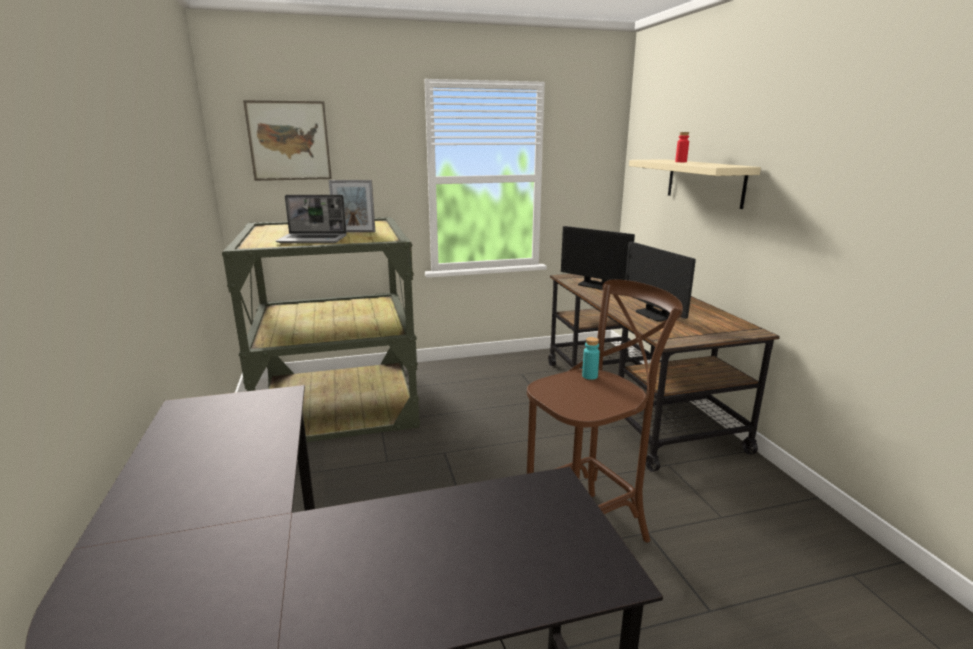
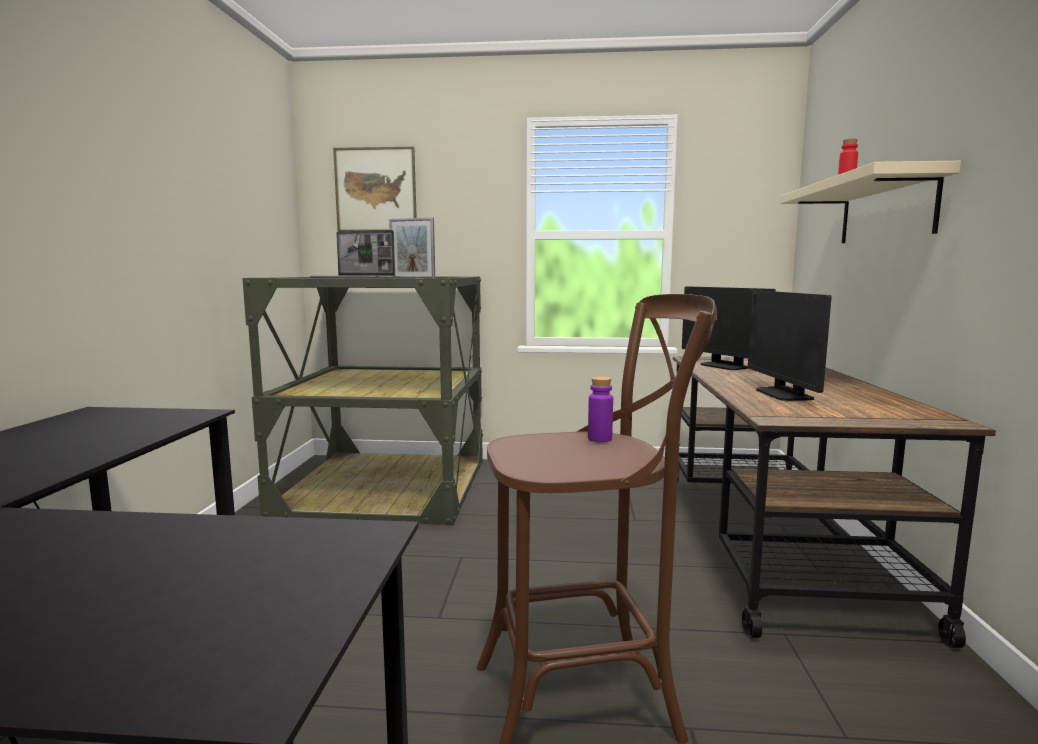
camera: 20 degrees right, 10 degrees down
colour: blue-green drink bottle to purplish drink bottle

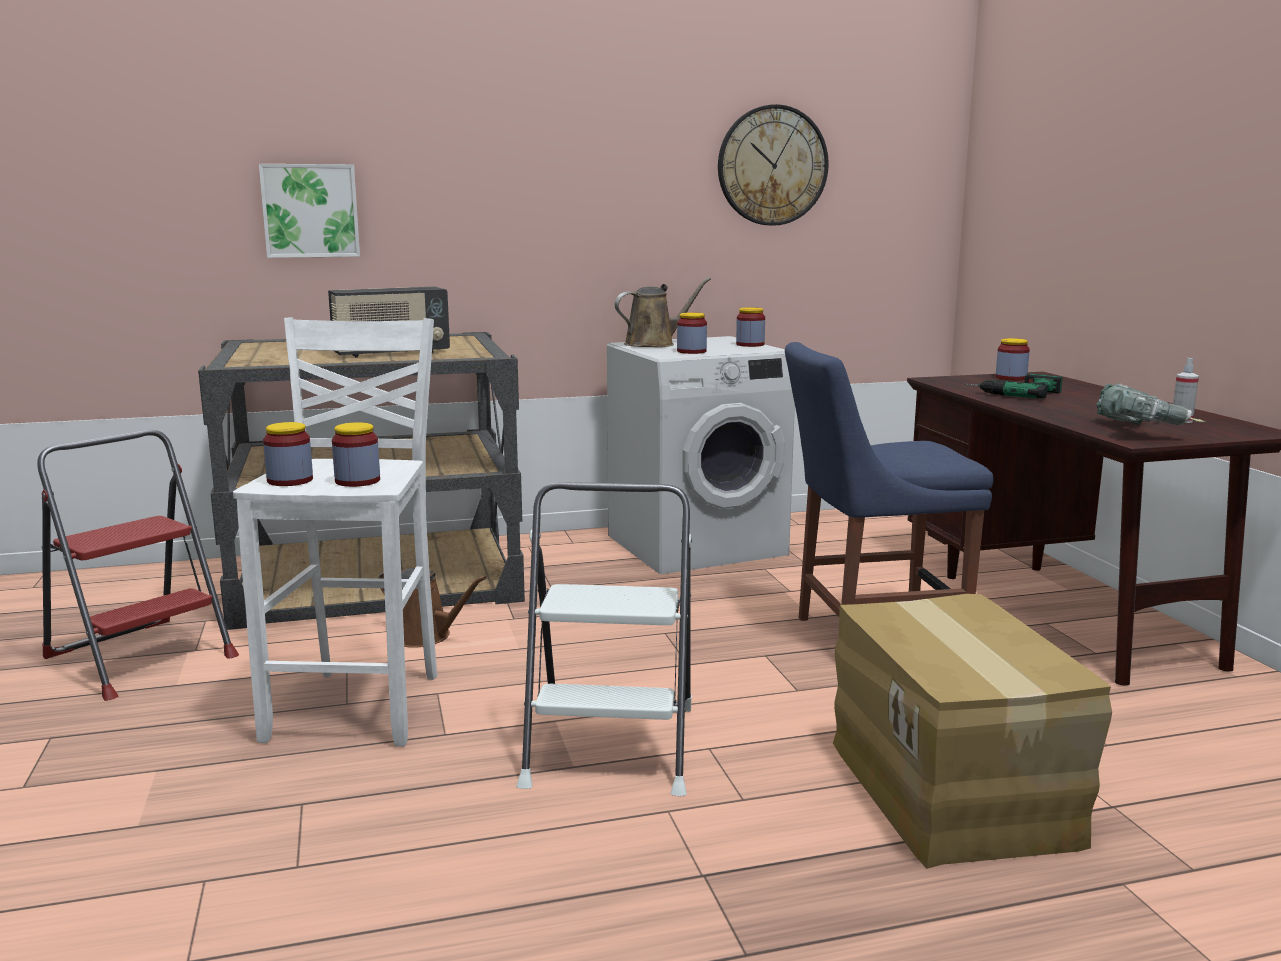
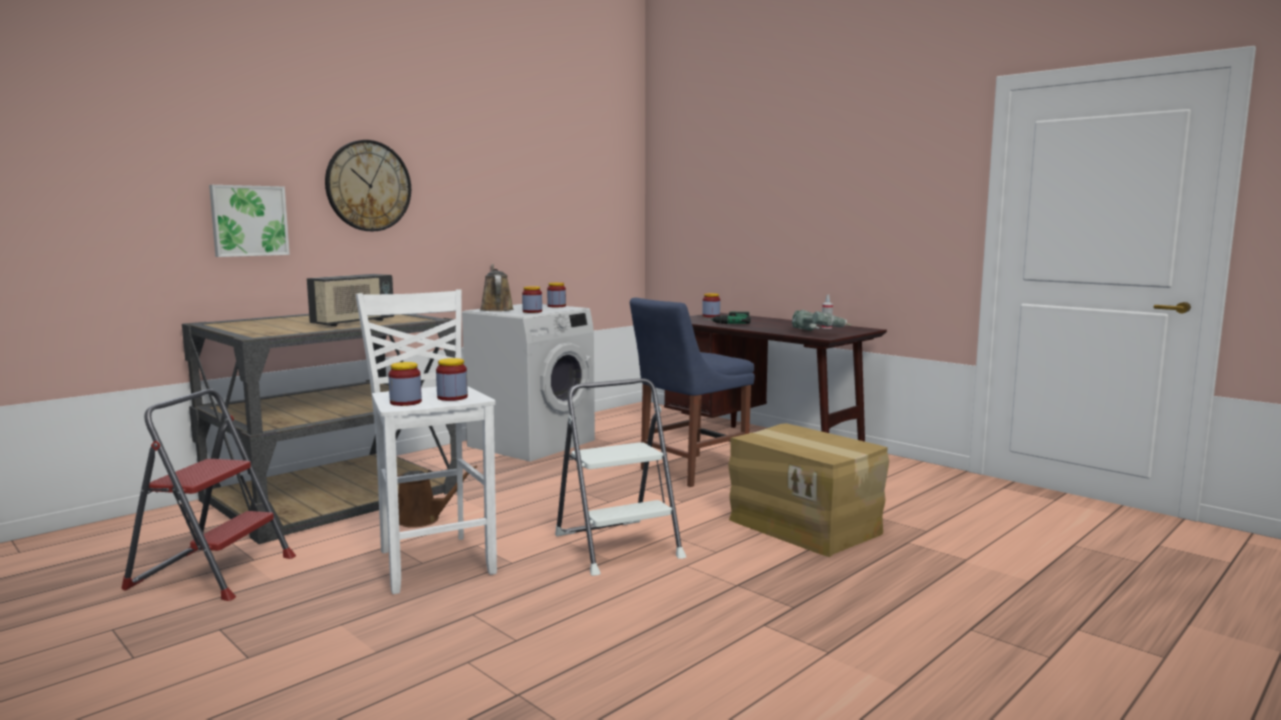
camera: 30 degrees left, 5 degrees down
relocated: hanging clock
spun: brownish watering can (no. 2 from left) 45 degrees counterclockwise

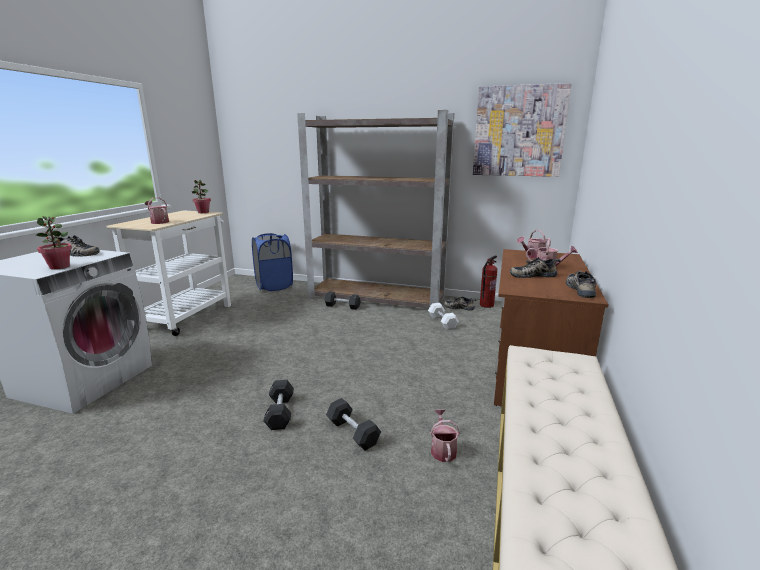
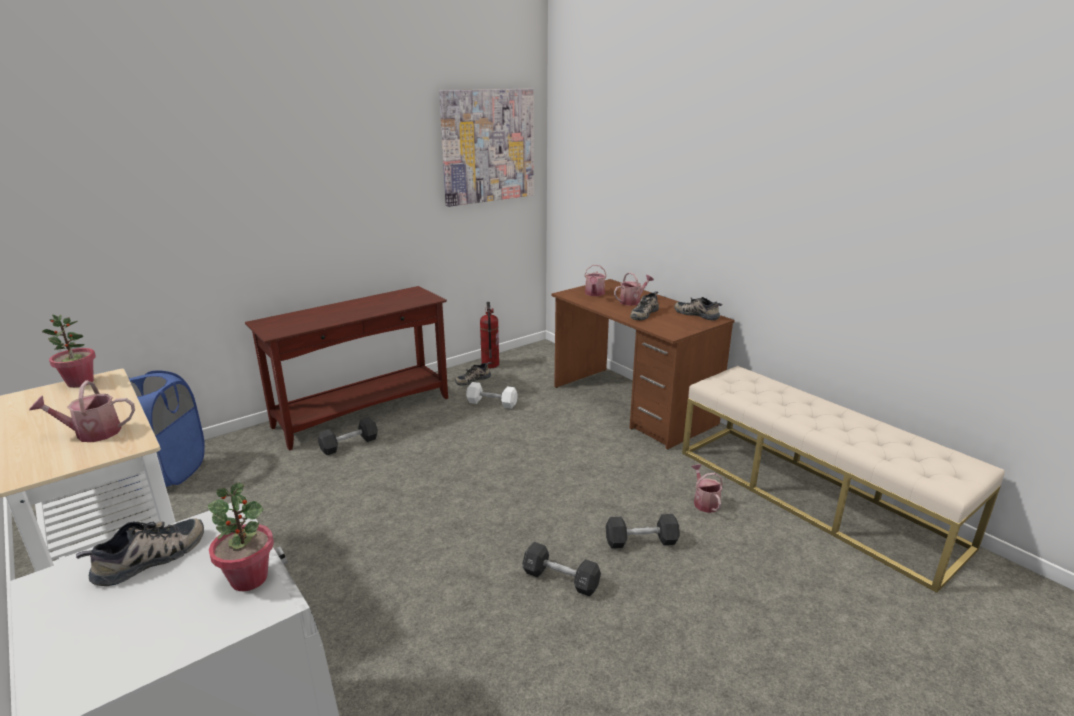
camera: 55 degrees left, 5 degrees up
exchanged: brownish bookshelf to brownish narrow table
spun: watering can (no. 2 from left in the first image) 45 degrees clockwise

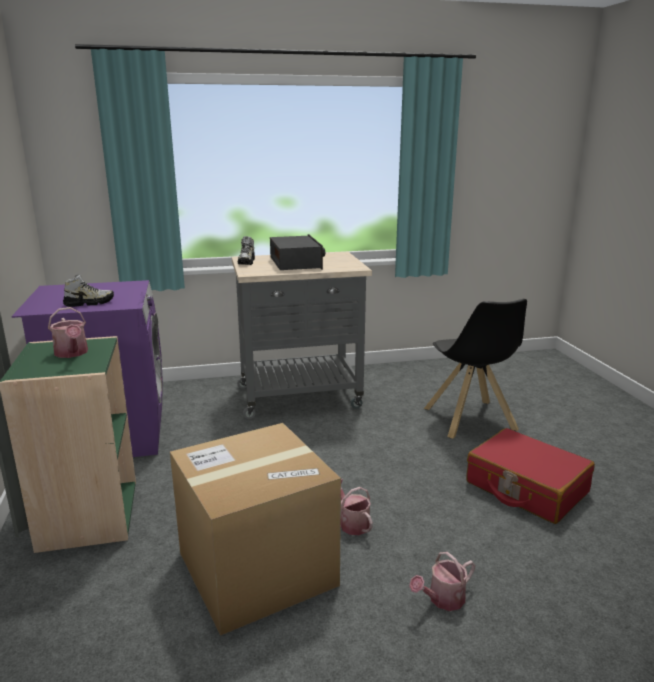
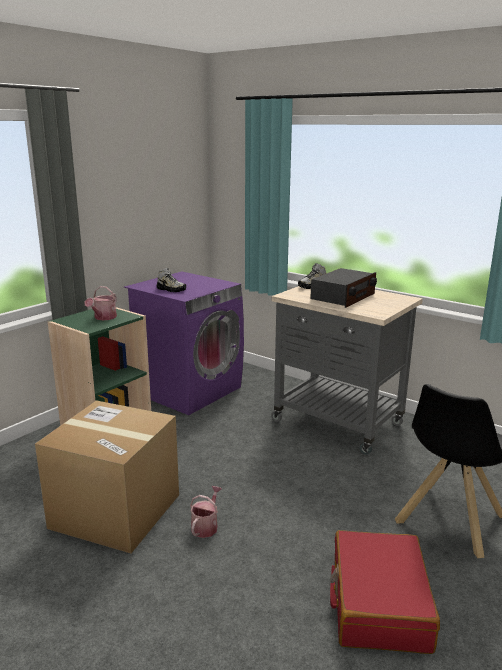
camera: 50 degrees right, 0 degrees up
missing: watering can (no. 3 from left)

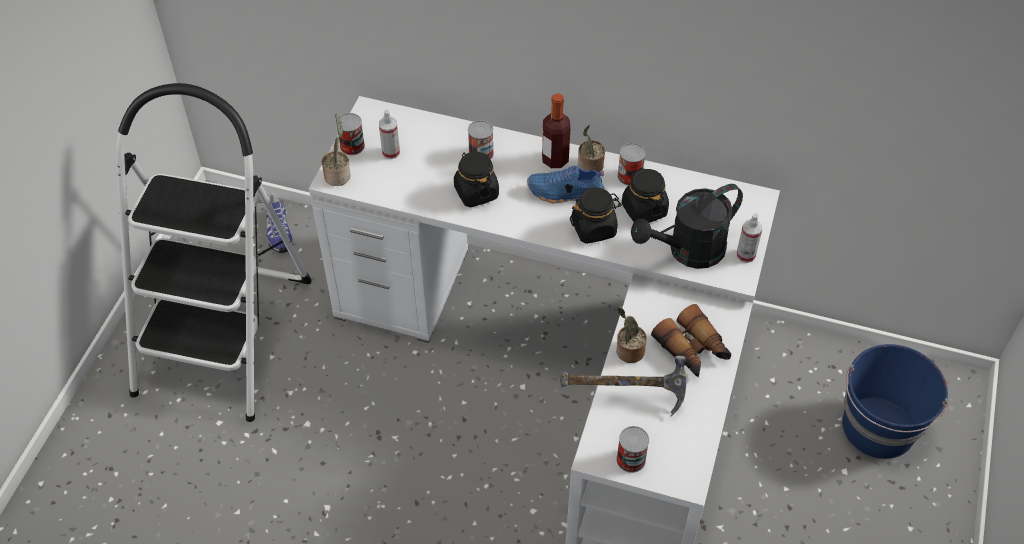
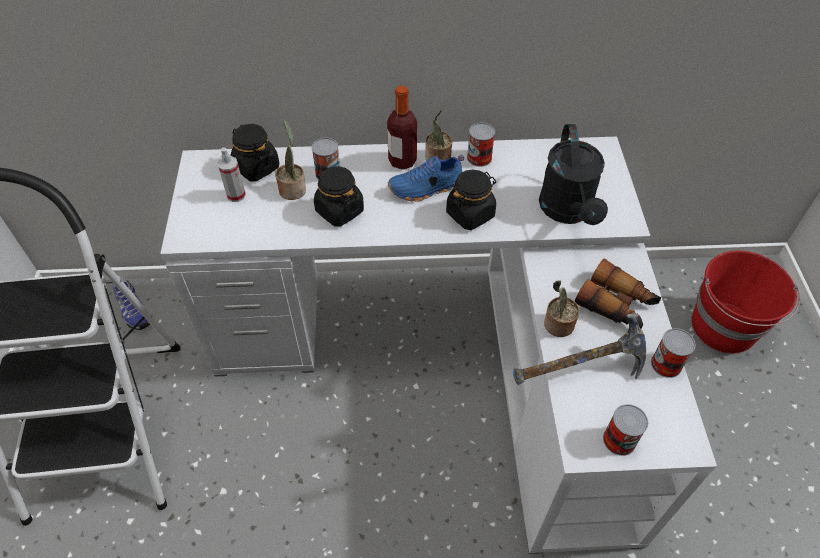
camera: 20 degrees left, 0 degrees up
missing: hand sprayer (no. 2 from left)
relocated: plant in a pot (no. 1 from left); sealed can (no. 1 from left in the first image) to sealed can (no. 4 from left); blackish storage jar (no. 3 from left in the first image) to blackish storage jar (no. 1 from left)
colour: blue-coloured bucket to reddish bucket
spun: blackish watering can 45 degrees counterclockwise

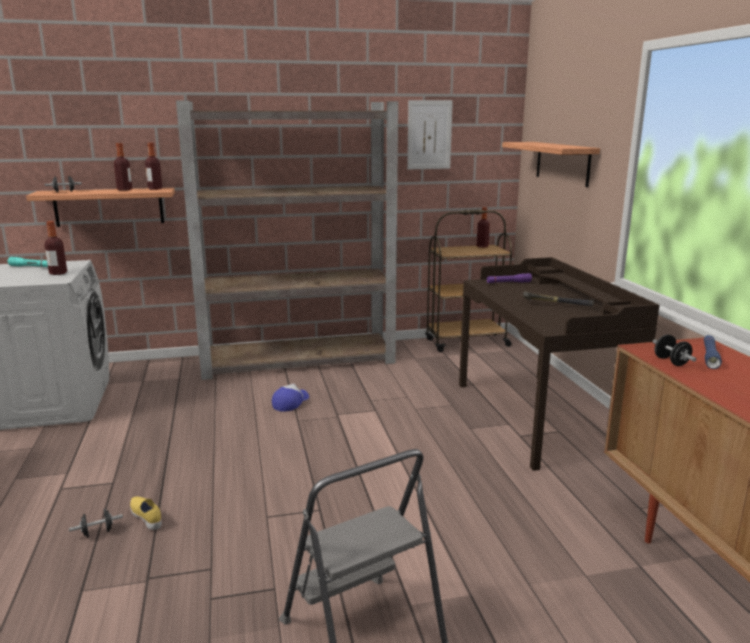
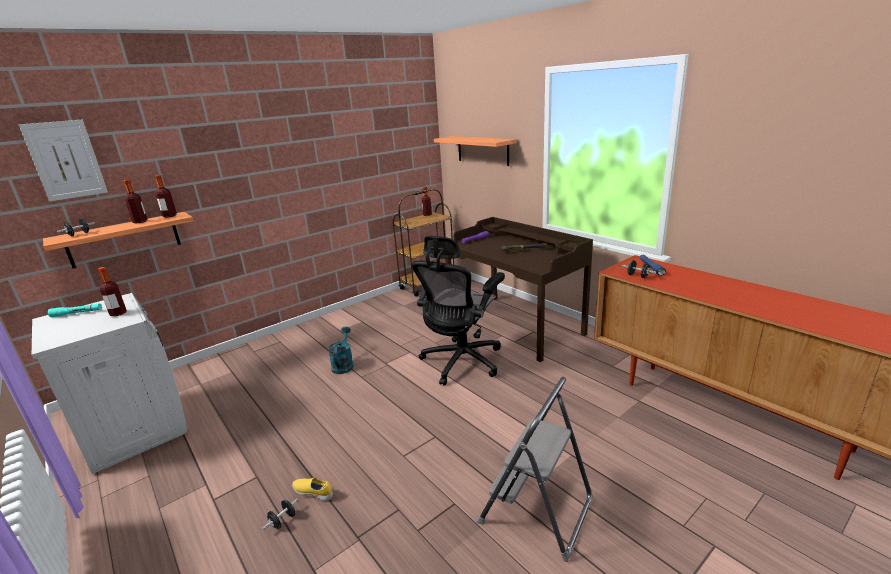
camera: 25 degrees left, 5 degrees up
missing: brownish bookshelf
appeared: office chair
relocated: picture
exchanged: baseball cap to blue-green watering can

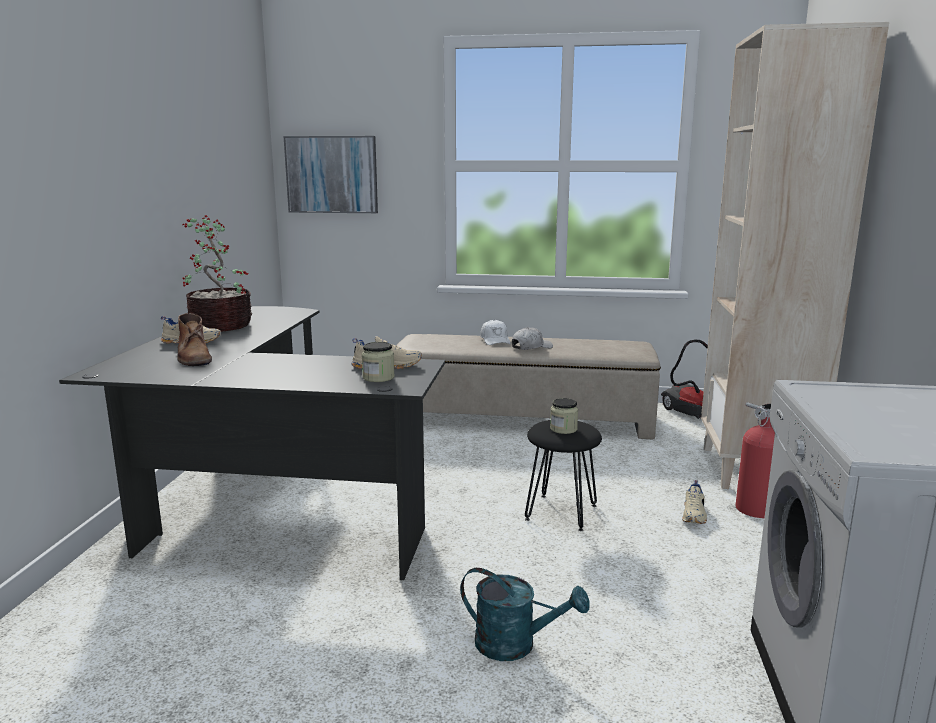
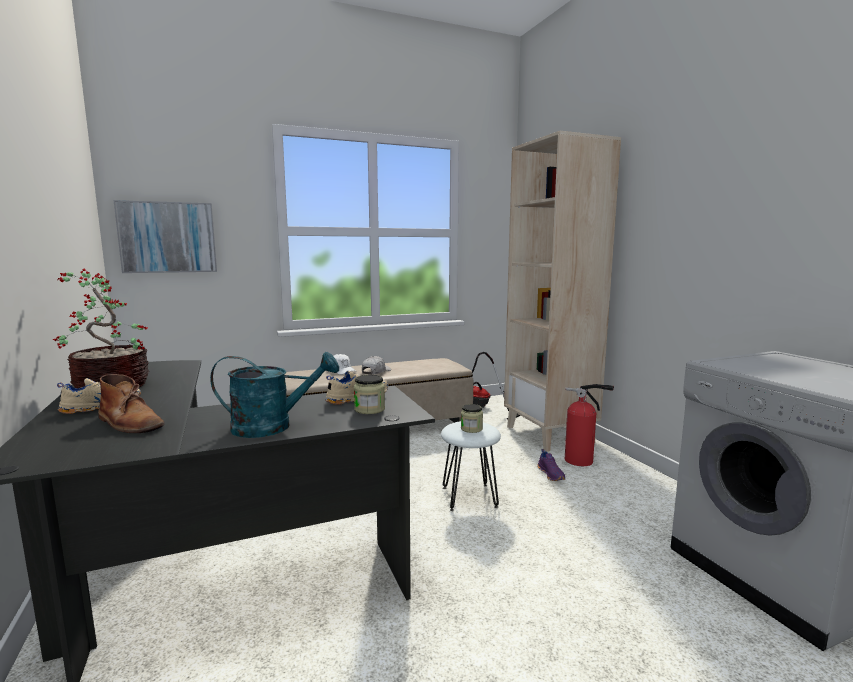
camera: 30 degrees left, 5 degrees down
relocated: blue-green watering can
colour: blackish sitting stool to white sitting stool; sand-coloured low shoe (no. 3 from left) to purplish low shoe

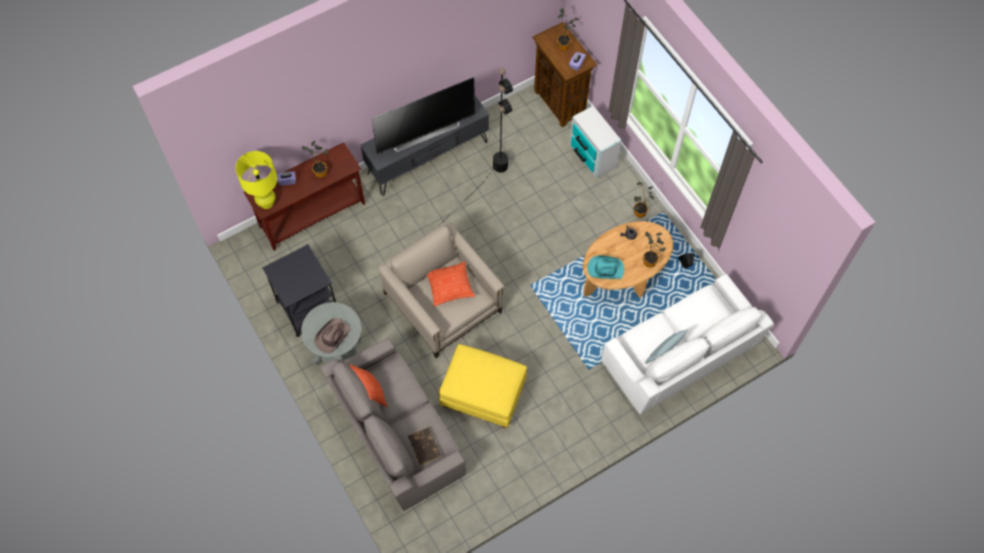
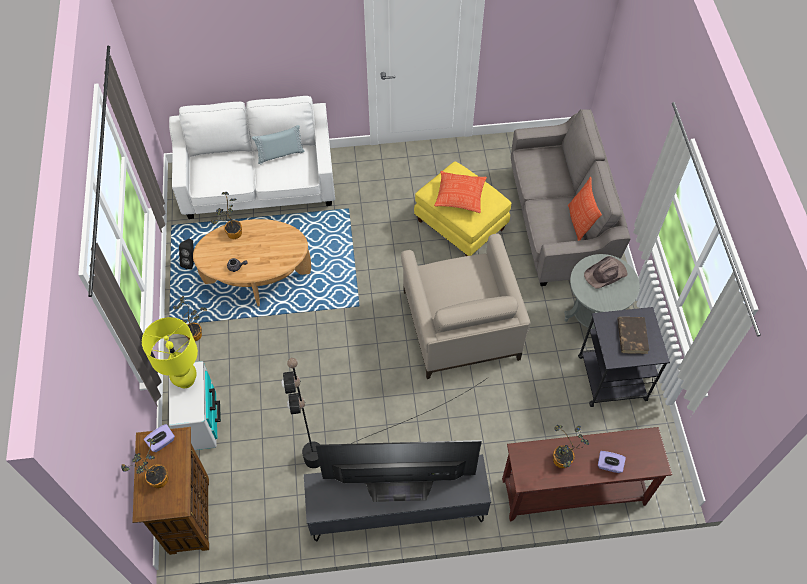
camera: 155 degrees left, 5 degrees down
missing: blue-green wearable hat
relocated: yellow table lamp; orangey throw pillow (no. 2 from left in the first image) to orangey throw pillow (no. 1 from left); brownish book

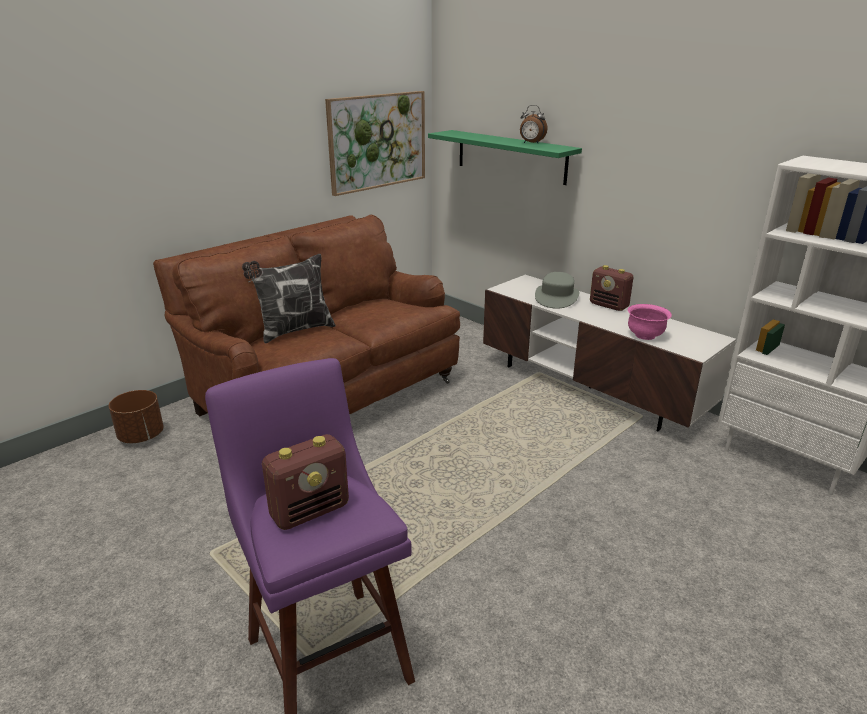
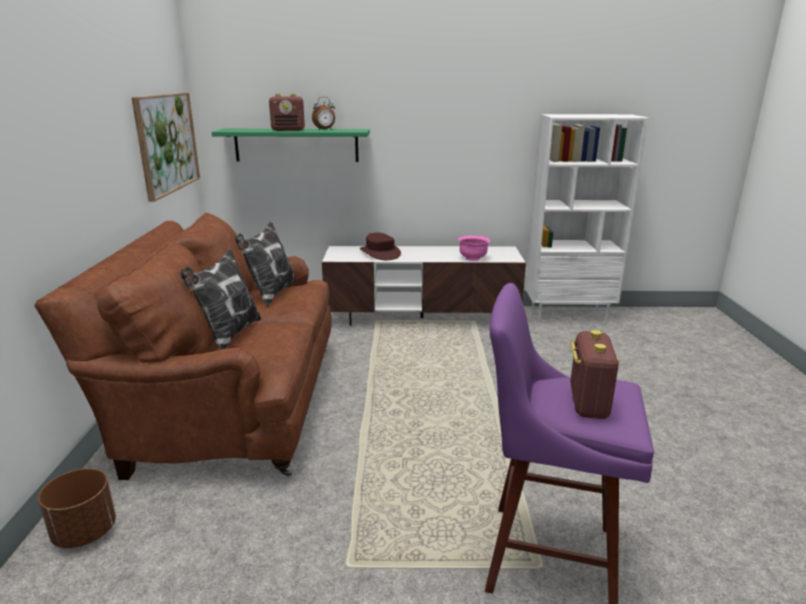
camera: 45 degrees left, 5 degrees down
appeared: throw pillow (no. 2 from left)
relocated: radio set (no. 2 from left in the first image) to radio set (no. 1 from left)
colour: grey wearable hat to brownish wearable hat

